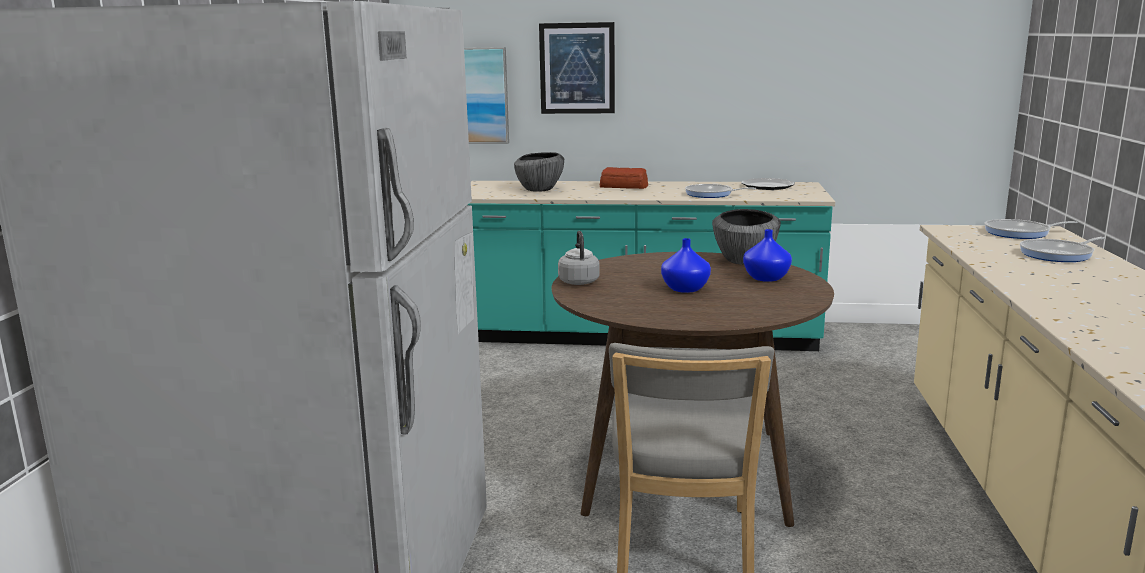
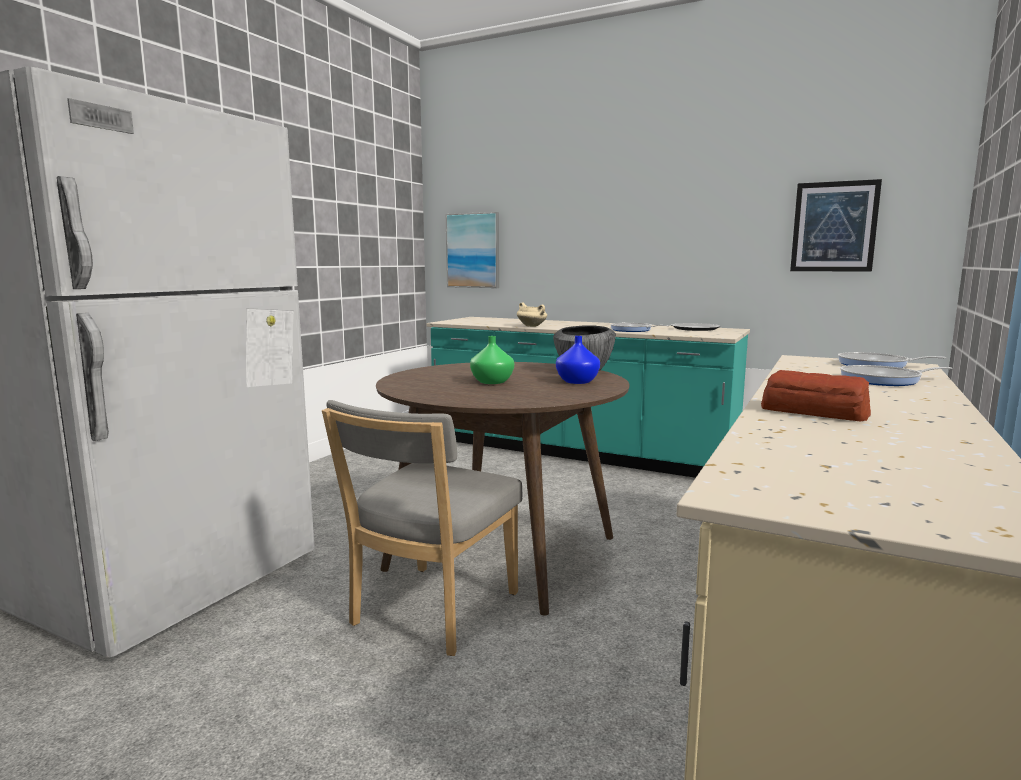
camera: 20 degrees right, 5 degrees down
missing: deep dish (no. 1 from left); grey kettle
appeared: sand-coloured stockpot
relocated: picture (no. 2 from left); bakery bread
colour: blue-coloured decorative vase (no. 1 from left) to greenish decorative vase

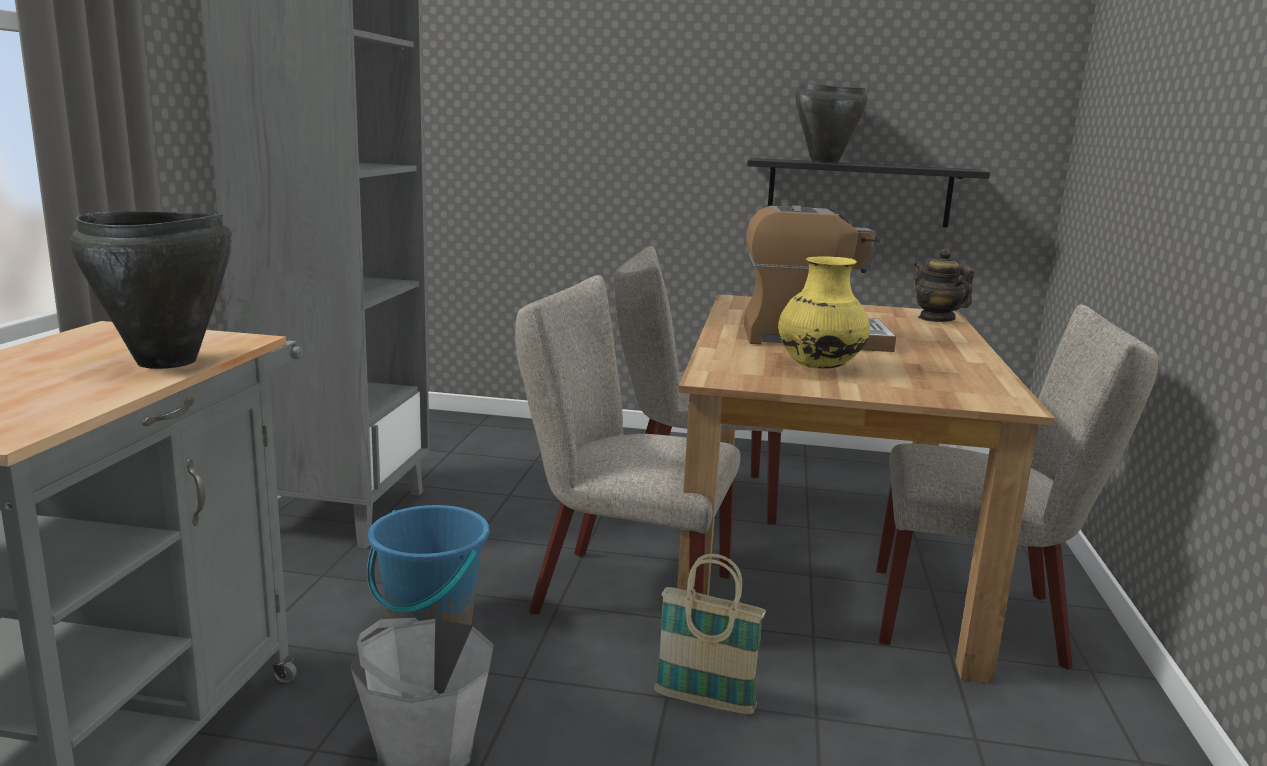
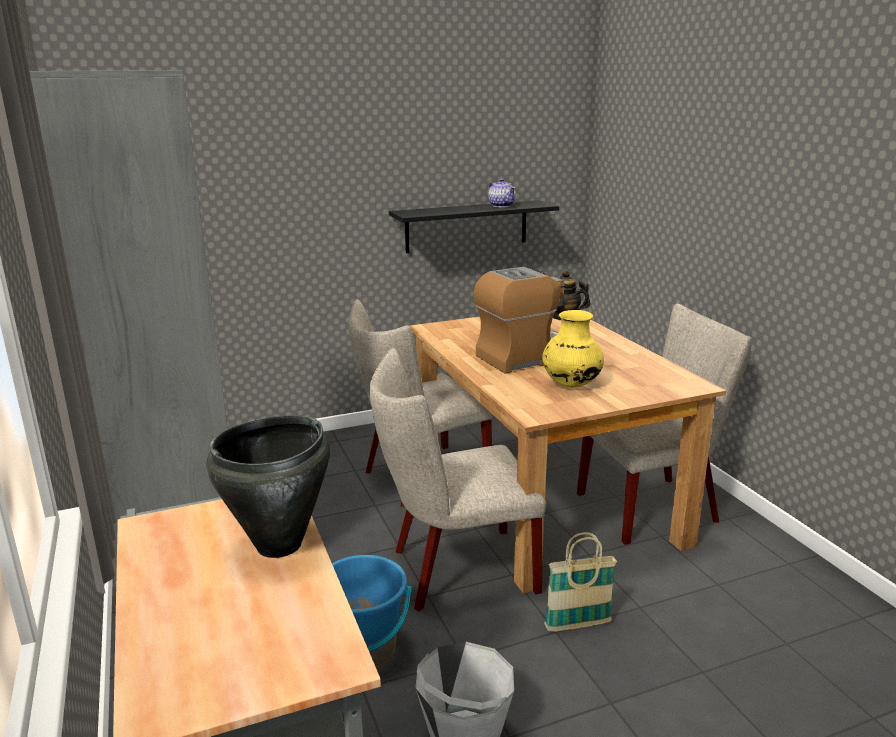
camera: 30 degrees left, 5 degrees up
missing: blackish stockpot (no. 2 from left)
appeared: tea pot (no. 1 from left)

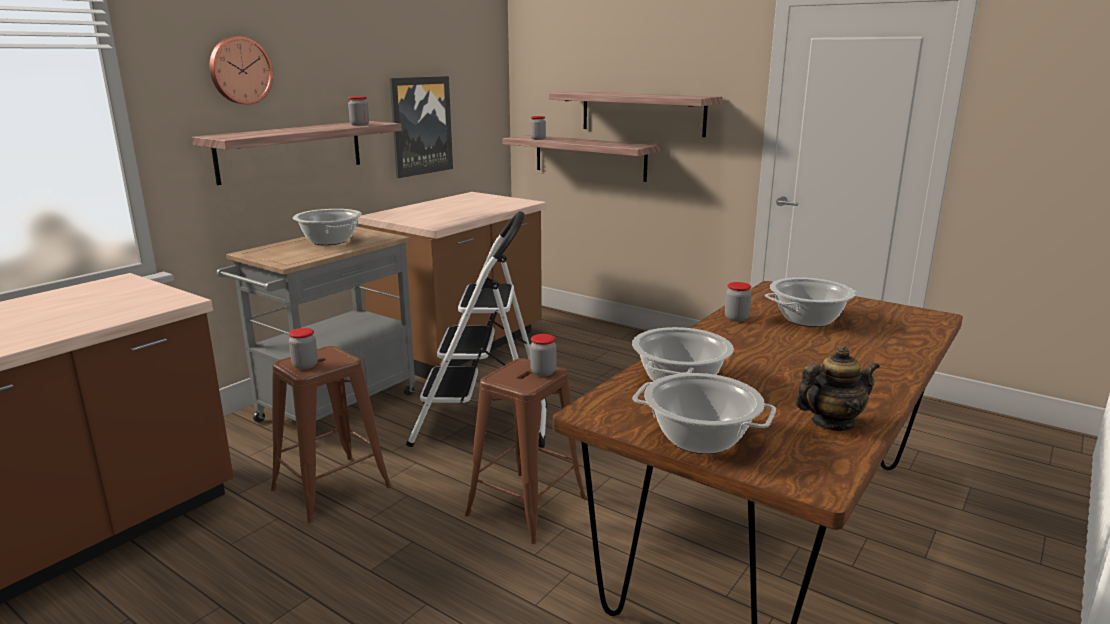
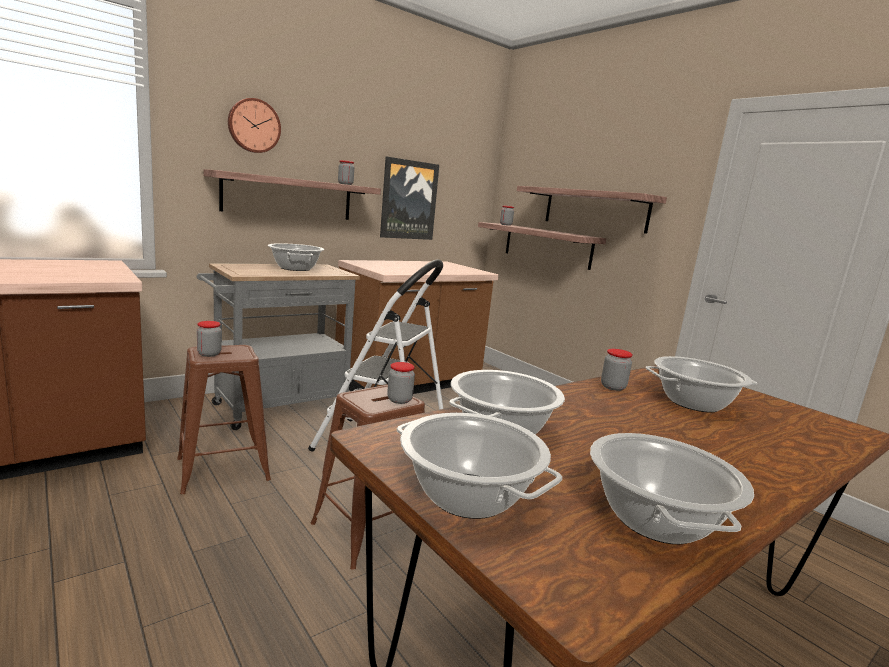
camera: 15 degrees right, 5 degrees down
exchanged: tea pot to stockpot (no. 4 from left)

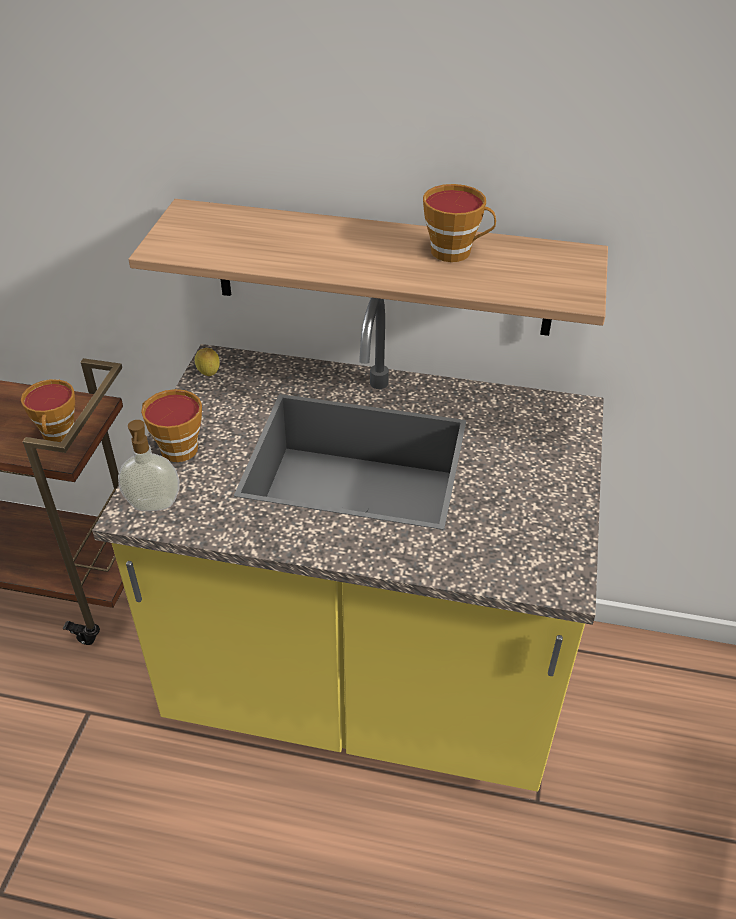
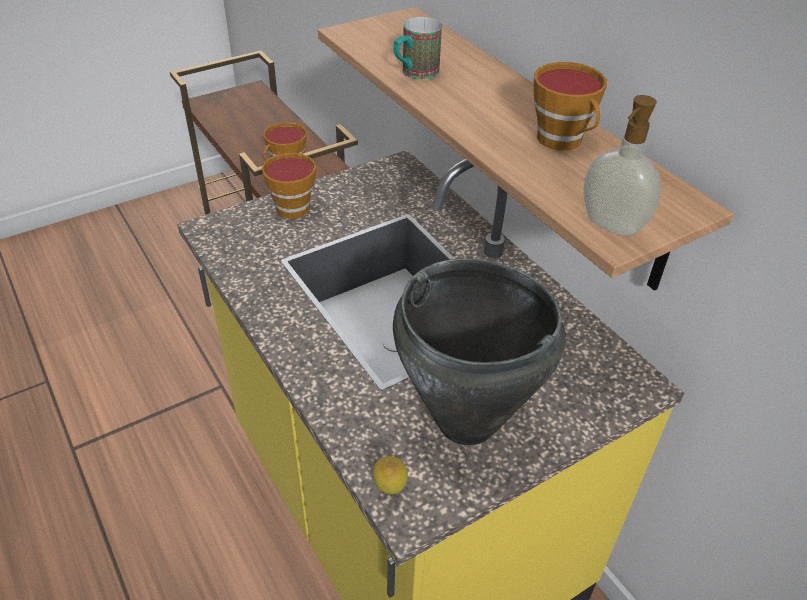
camera: 45 degrees right, 0 degrees up
appeared: coffee mug; blackish stockpot
relocated: lemon; soap dispenser

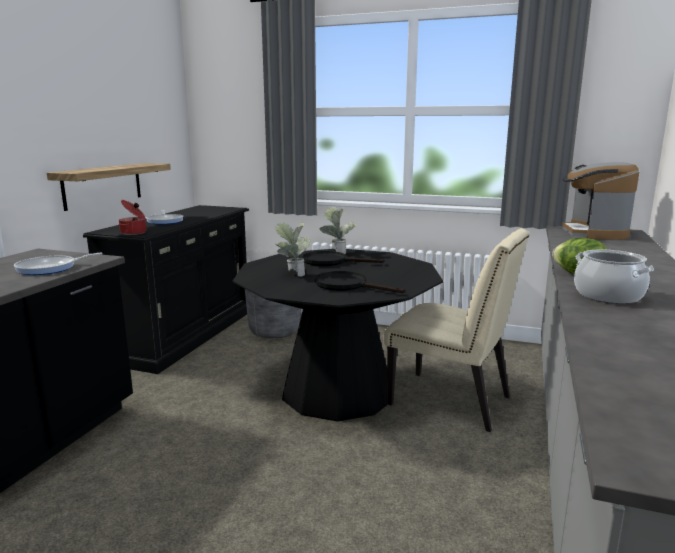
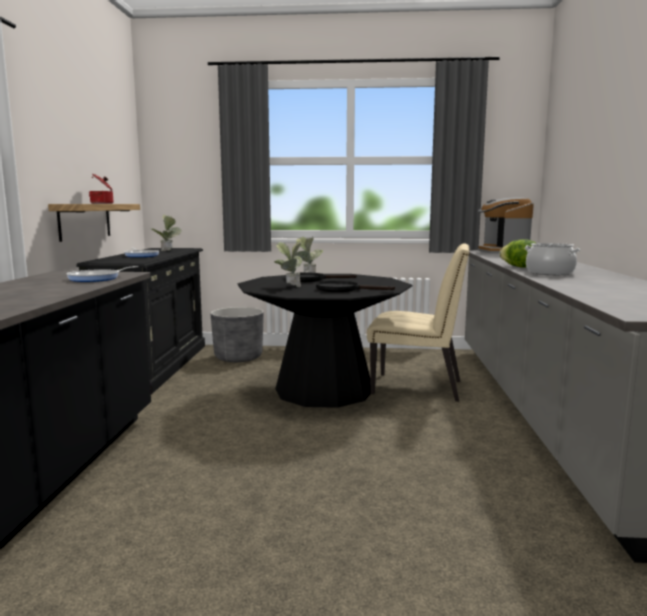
camera: 15 degrees left, 5 degrees down
appeared: plant in a pot (no. 1 from left)
relocated: stockpot (no. 1 from left)

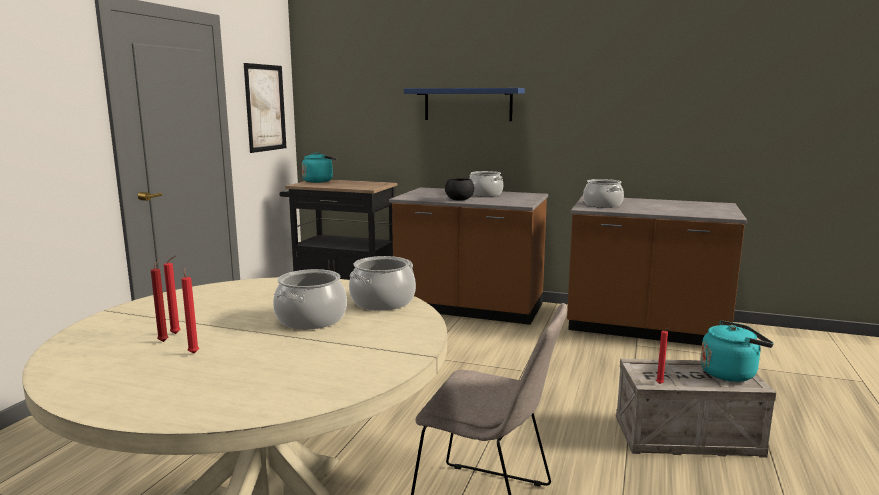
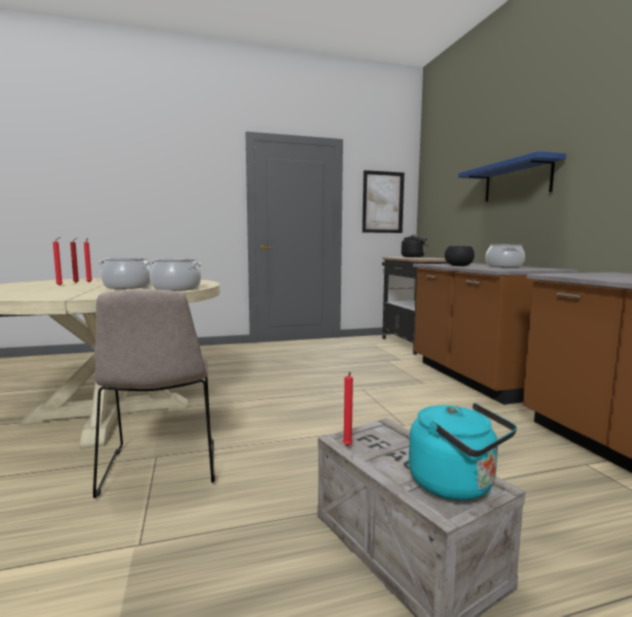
camera: 55 degrees right, 5 degrees down
missing: stockpot (no. 4 from left)
colour: blue-green kettle (no. 1 from left) to blackish kettle

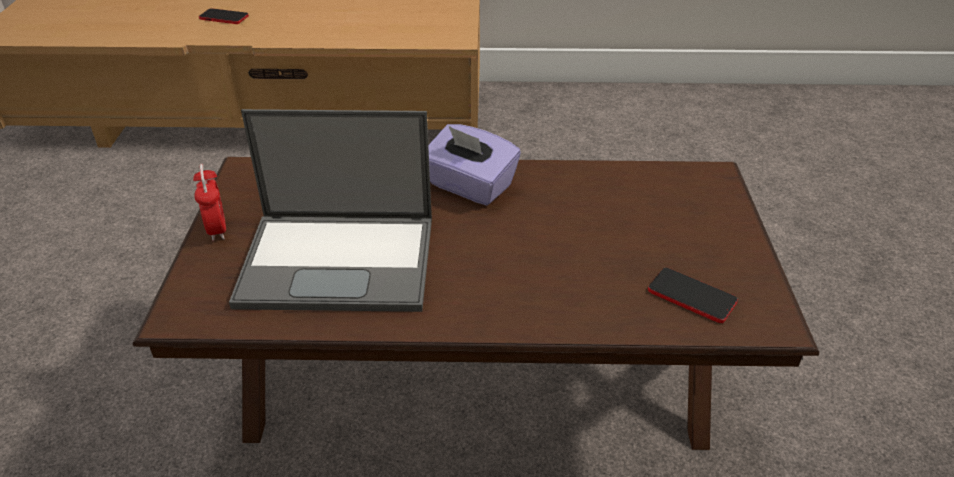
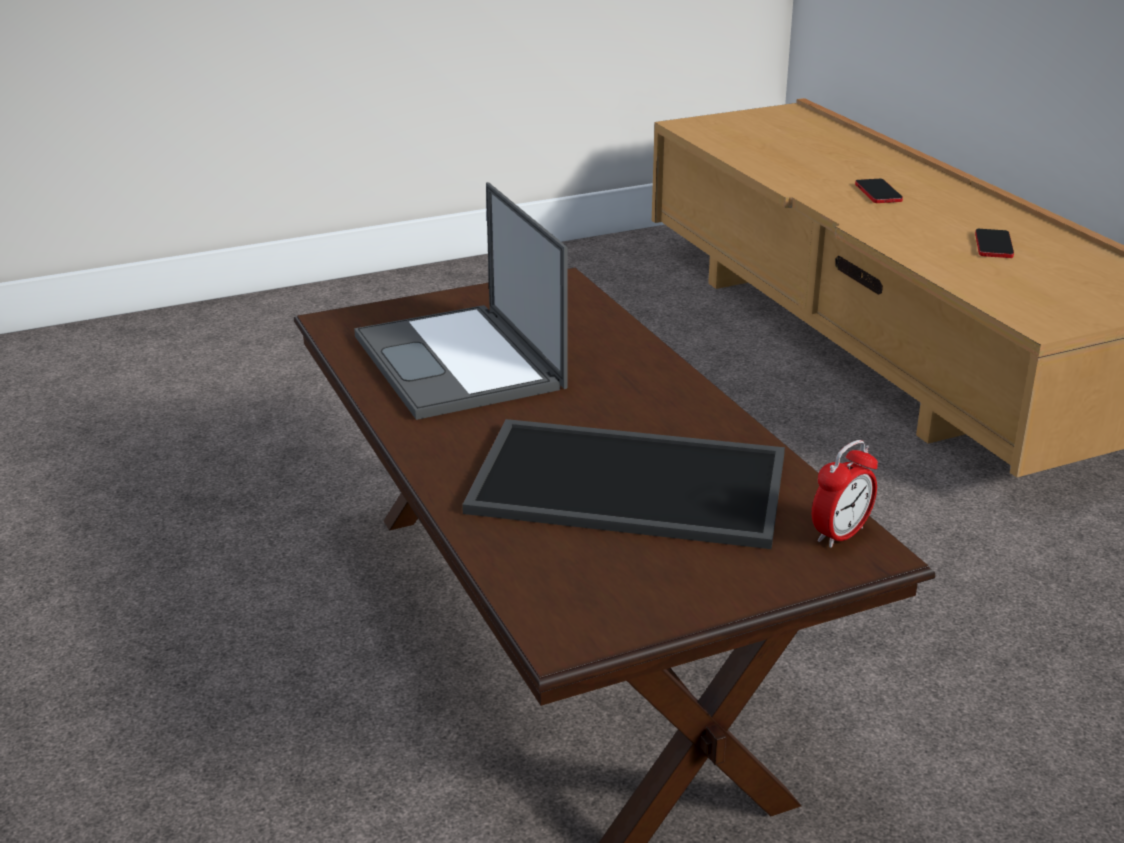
camera: 65 degrees right, 10 degrees down
missing: purplish tissue box
appeared: serving tray
relocated: bedside clock; phone (no. 2 from left)

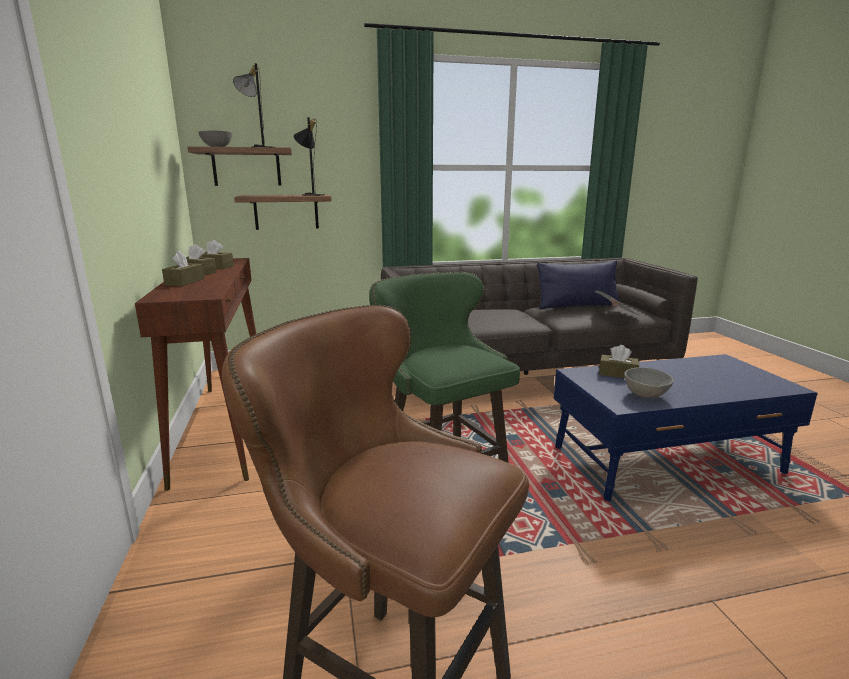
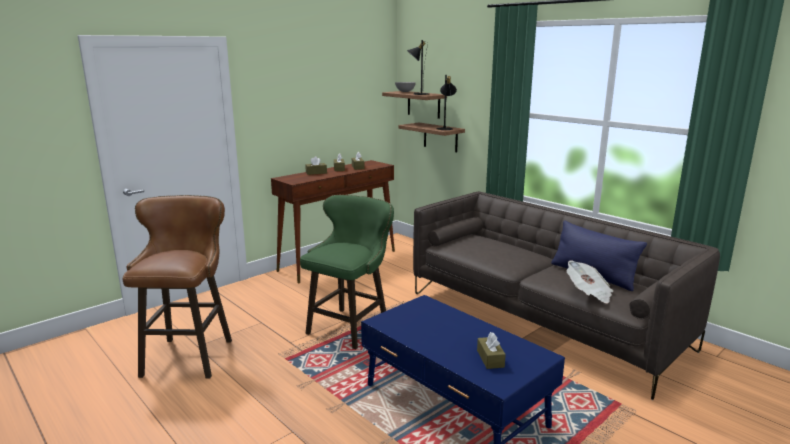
camera: 60 degrees right, 0 degrees up
missing: grey deep dish (no. 2 from left)
relocated: brownish tissue box (no. 4 from left)

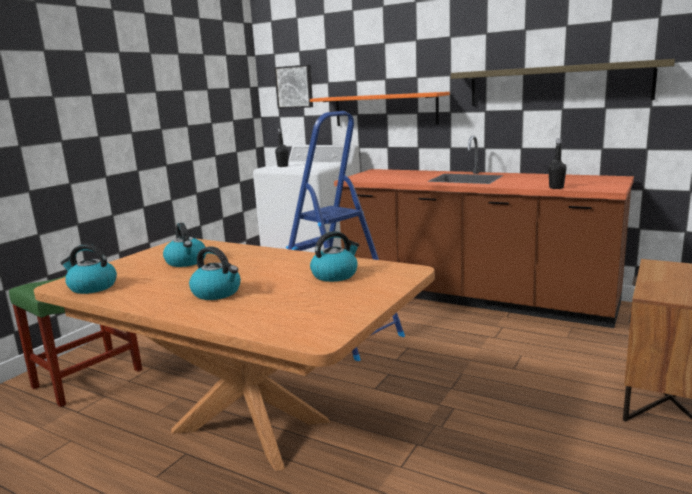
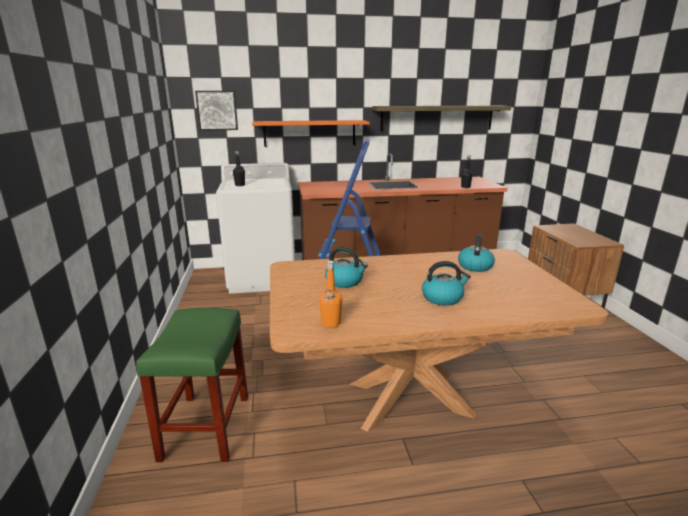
camera: 40 degrees left, 5 degrees up
exchanged: kettle (no. 1 from left) to orangey drink bottle

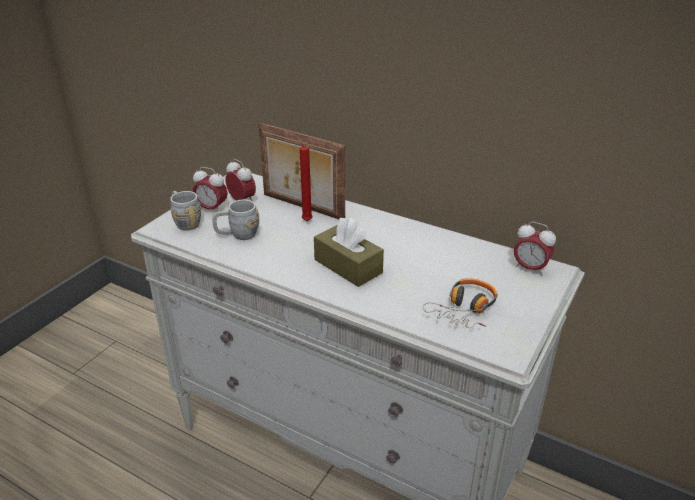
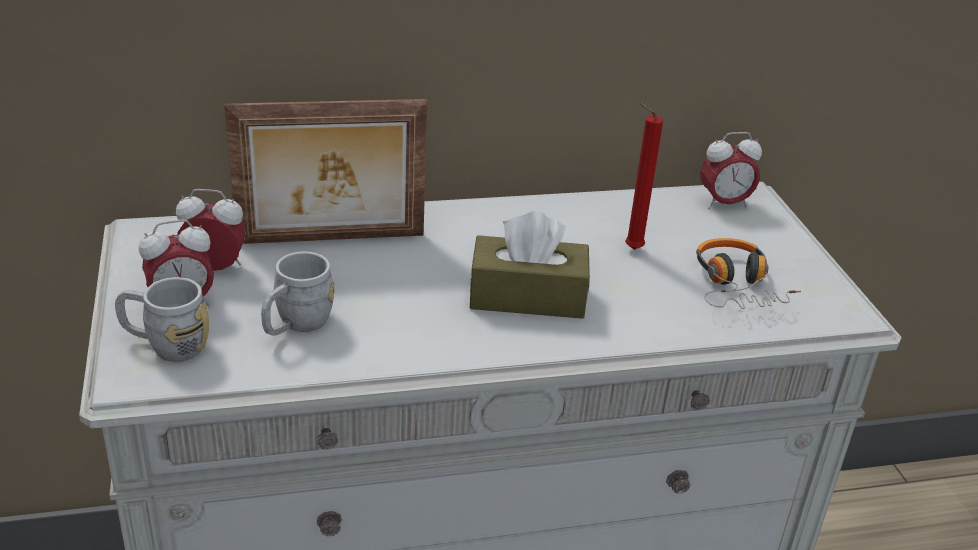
camera: 45 degrees left, 0 degrees up
relocated: reddish wax light

